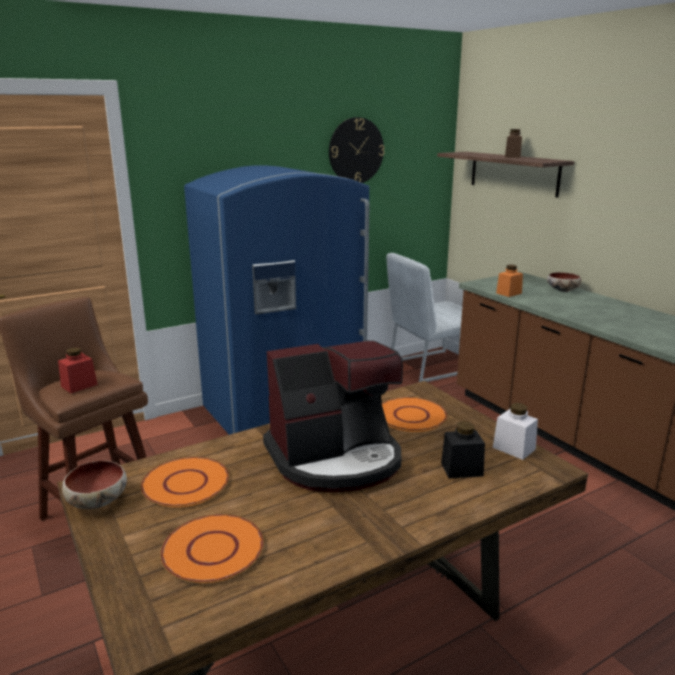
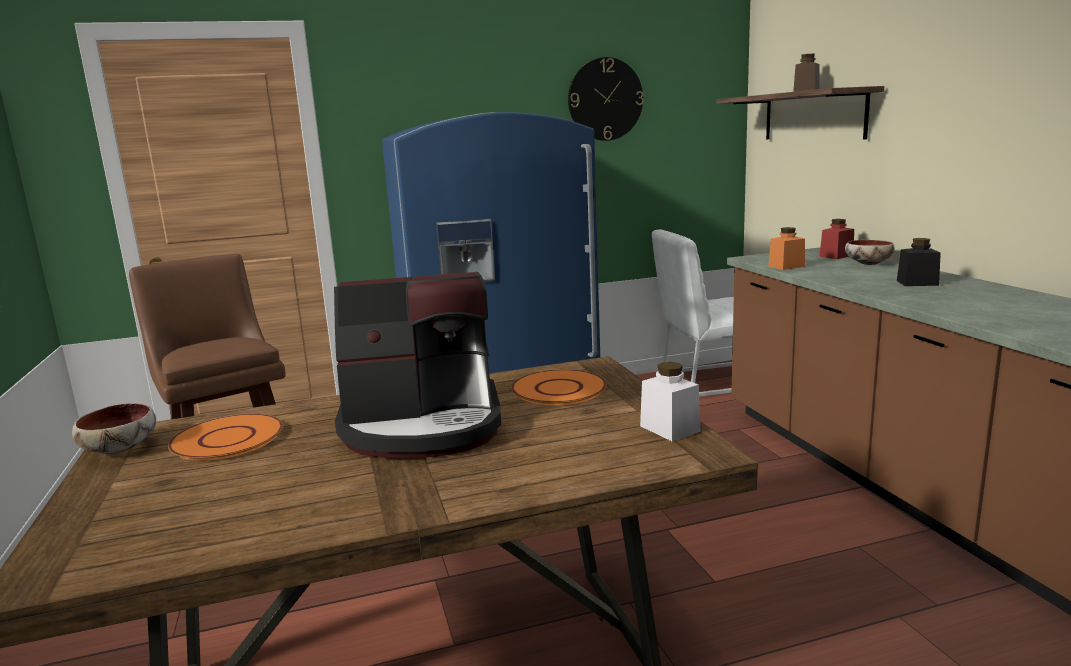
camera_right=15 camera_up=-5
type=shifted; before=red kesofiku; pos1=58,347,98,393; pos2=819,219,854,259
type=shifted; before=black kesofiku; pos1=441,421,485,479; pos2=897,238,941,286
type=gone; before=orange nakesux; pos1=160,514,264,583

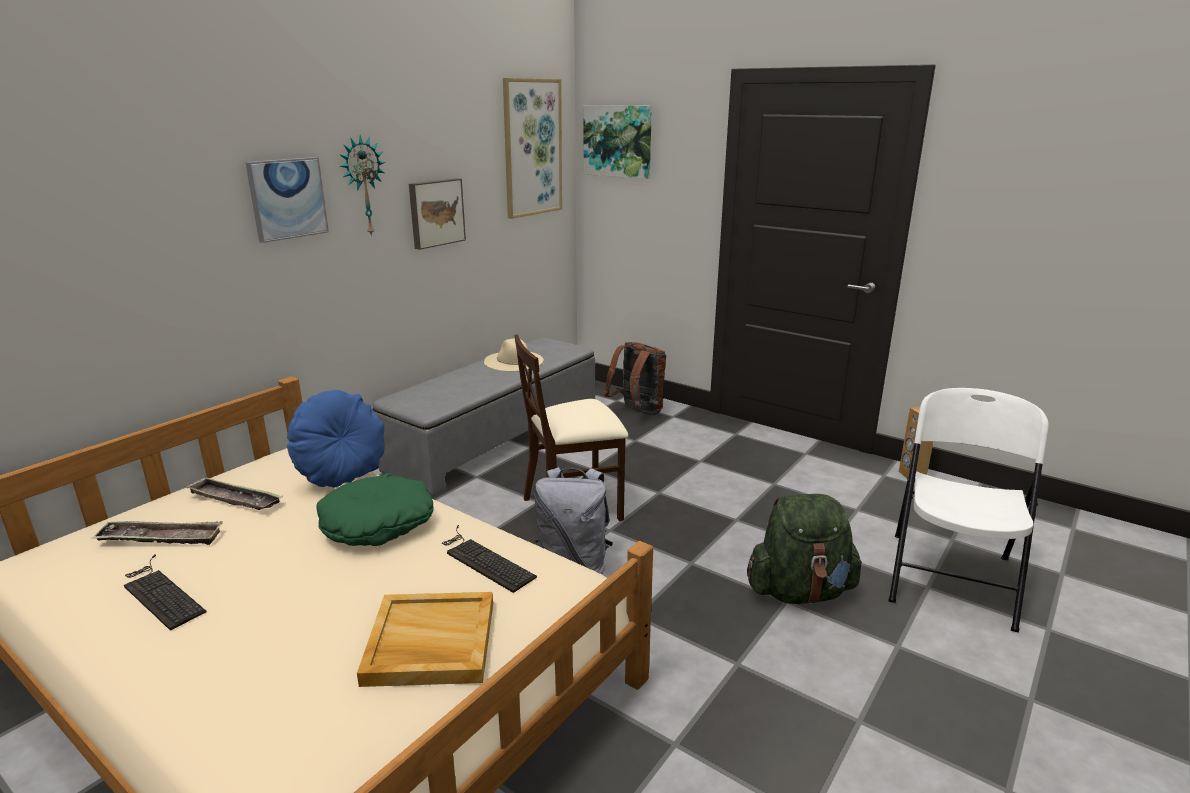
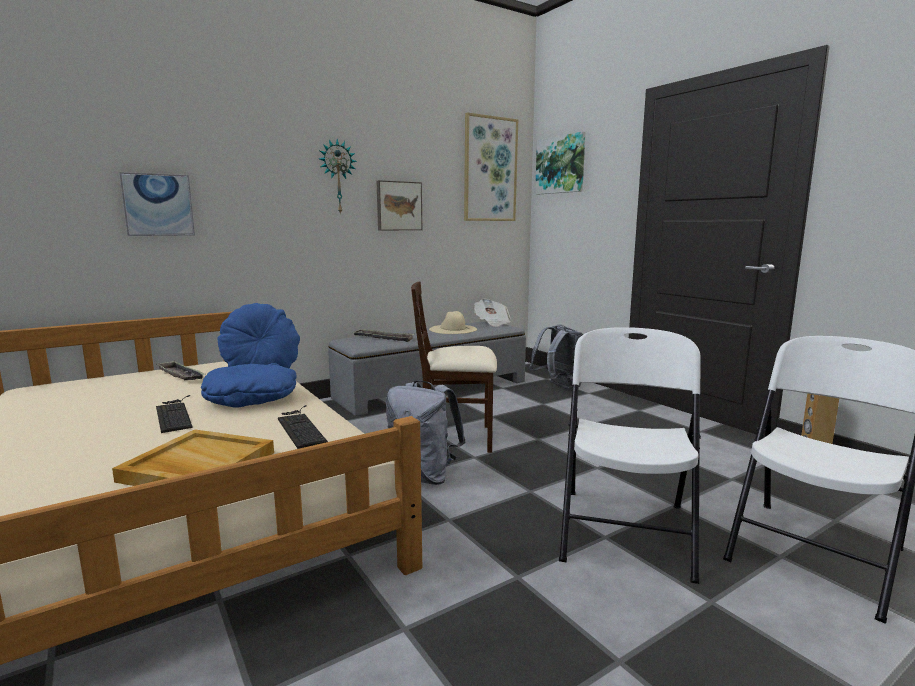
camera_right=20 camera_up=-10
type=shifted; before=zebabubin; pos1=245,157,329,243; pos2=119,172,195,236
type=shifted; before=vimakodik; pos1=124,554,207,631; pos2=156,395,193,433
type=repainted; before=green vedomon; after=blue vedomon; pos1=317,473,434,546; pos2=201,363,297,408
type=shifted; before=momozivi; pos1=91,521,223,545; pos2=353,329,414,342
type=new; after=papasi; pos2=474,299,511,327
type=repainted; before=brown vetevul; after=grey vetevul; pos1=604,342,666,415; pos2=529,324,583,390
type=swapped; before=green vetevul; after=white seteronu; pos1=747,494,862,604; pos2=559,327,701,584

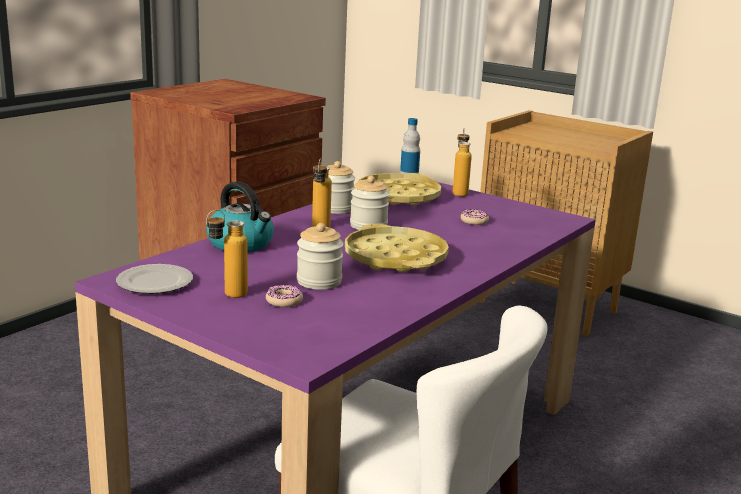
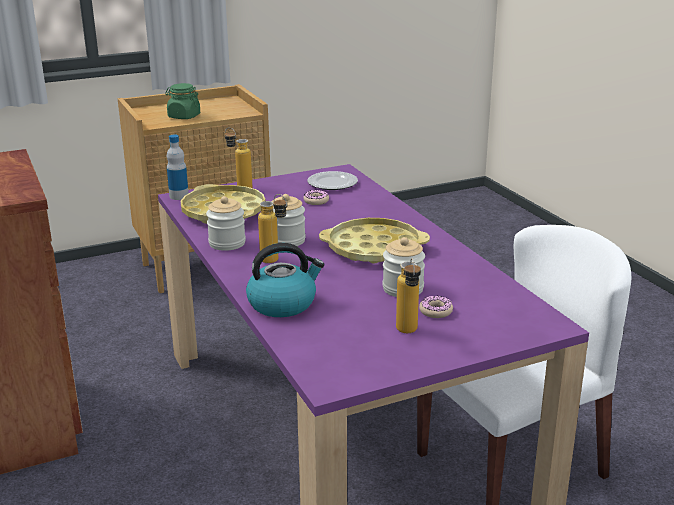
camera_right=-60 camera_up=5
type=new; after=green kesofiku; pos2=165,83,200,119
type=shifted; before=nakesux; pos1=116,264,193,294; pos2=307,171,358,190

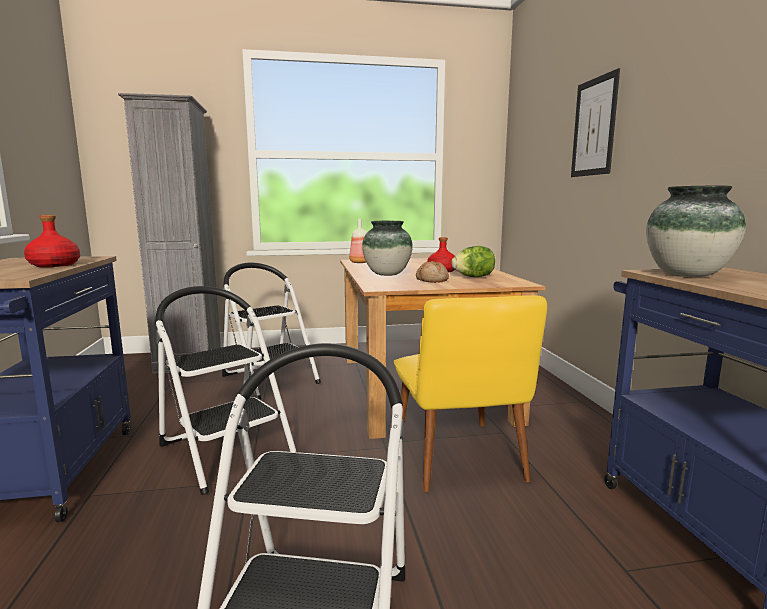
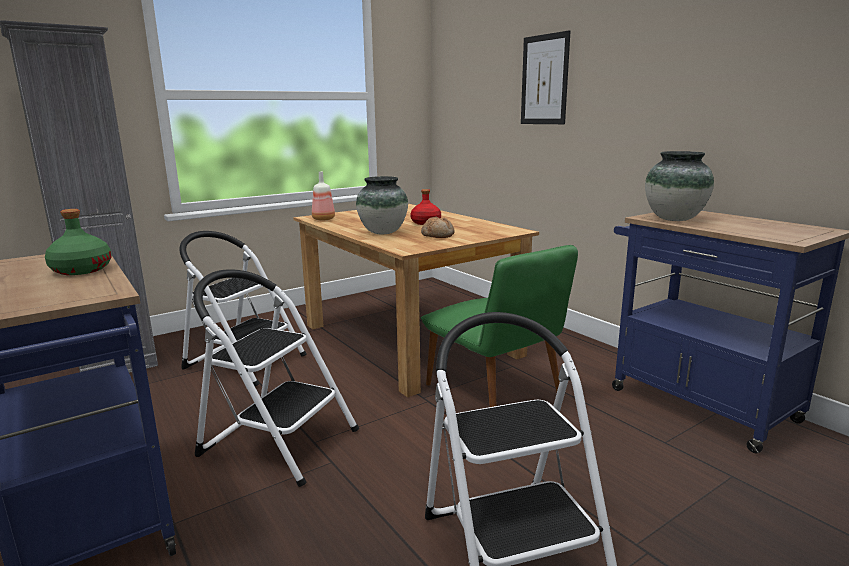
camera_right=-25 camera_up=5
type=repainted; before=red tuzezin; after=green tuzezin; pos1=24,215,80,267; pos2=45,209,112,275
type=repainted; before=yellow seteronu; after=green seteronu; pos1=393,295,547,492; pos2=421,245,578,407
type=gone; before=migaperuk; pos1=451,246,495,277

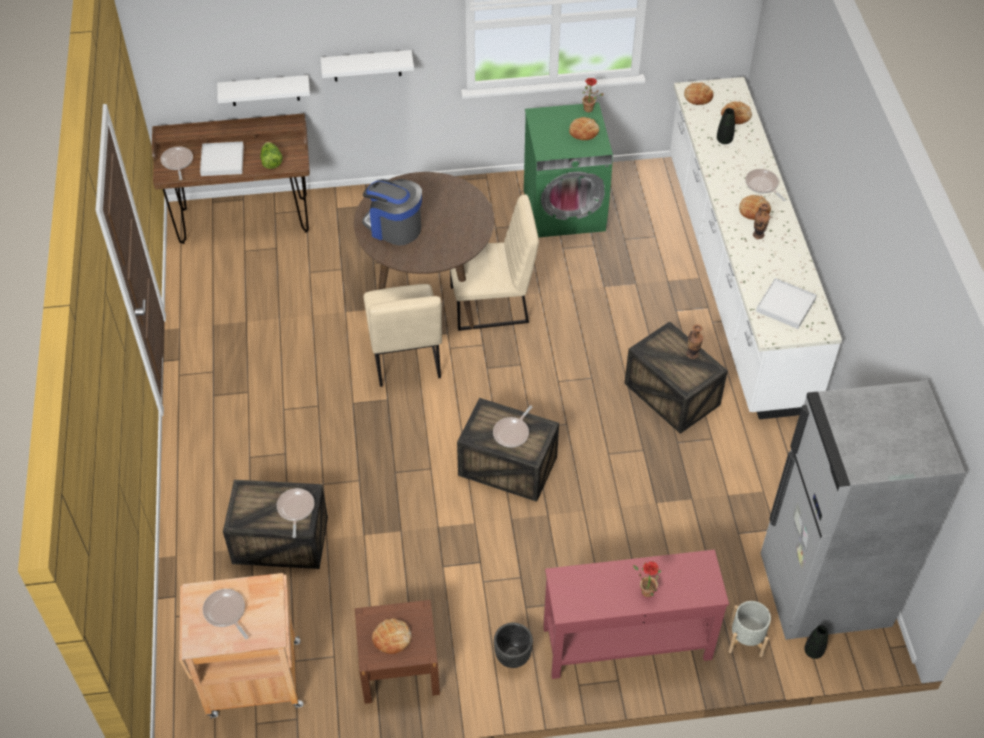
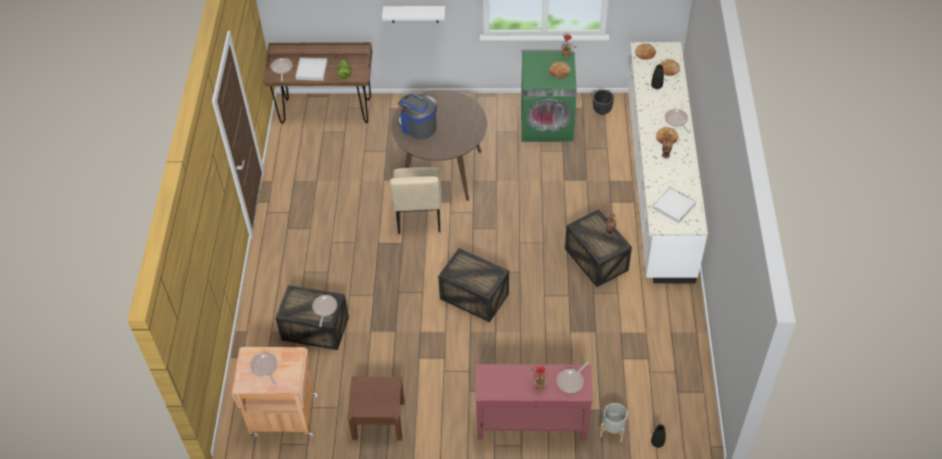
camera_right=10 camera_up=0
type=shifted; before=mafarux; pos1=493,406,532,447; pos2=557,361,589,393
type=shifted; before=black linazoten; pos1=494,623,533,668; pos2=593,90,614,115
type=gone; before=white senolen; pos1=217,75,310,106
type=gone; before=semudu; pos1=372,618,412,654
type=gone; before=beige seteronu; pos1=450,195,539,331
type=gone; before=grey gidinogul; pos1=761,380,966,640

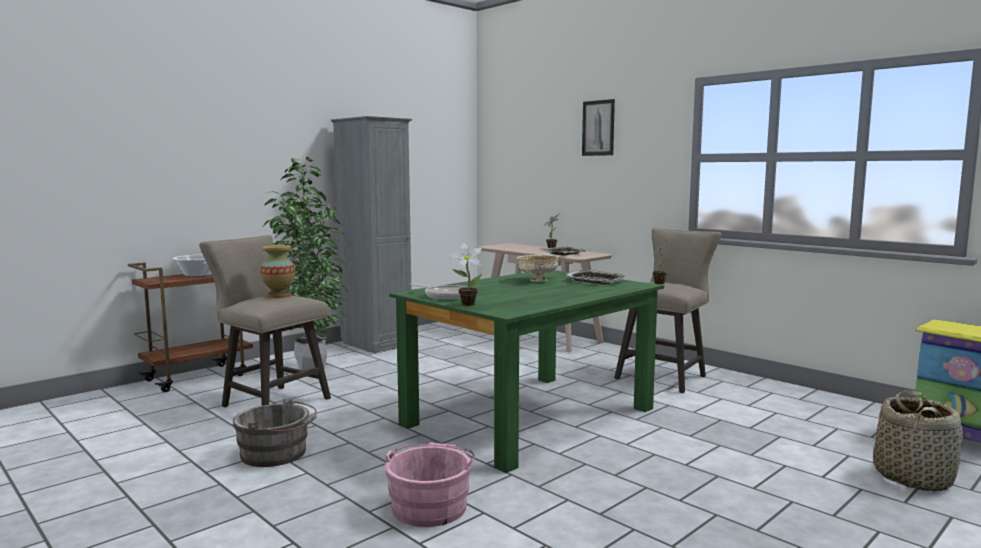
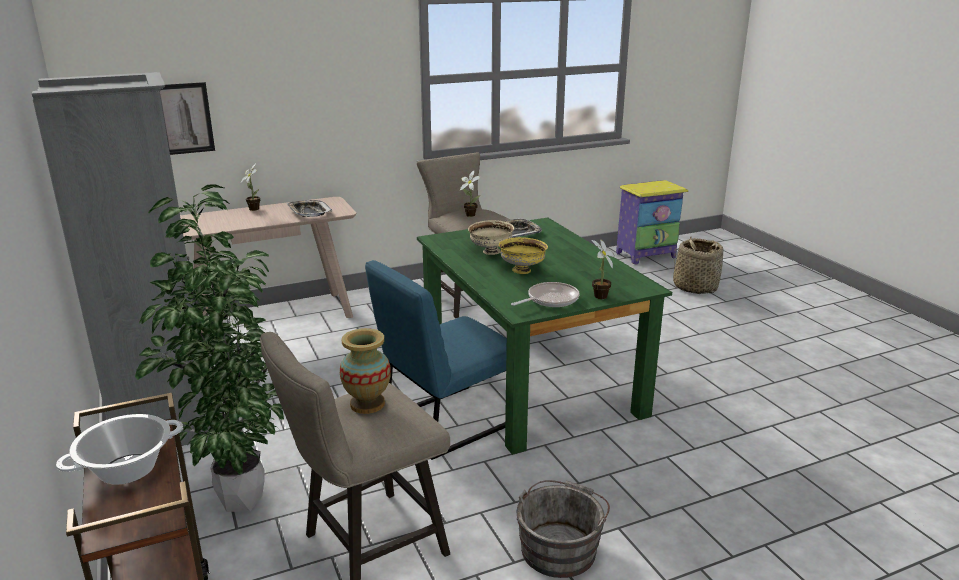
camera_right=-70 camera_up=15
type=shifted; before=zebabubin; pos1=582,99,615,156; pos2=159,82,215,155
type=new; after=blue seteronu; pos2=365,260,507,460
type=new; after=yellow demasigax; pos2=499,237,548,274
type=gone; before=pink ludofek; pos1=385,443,475,527

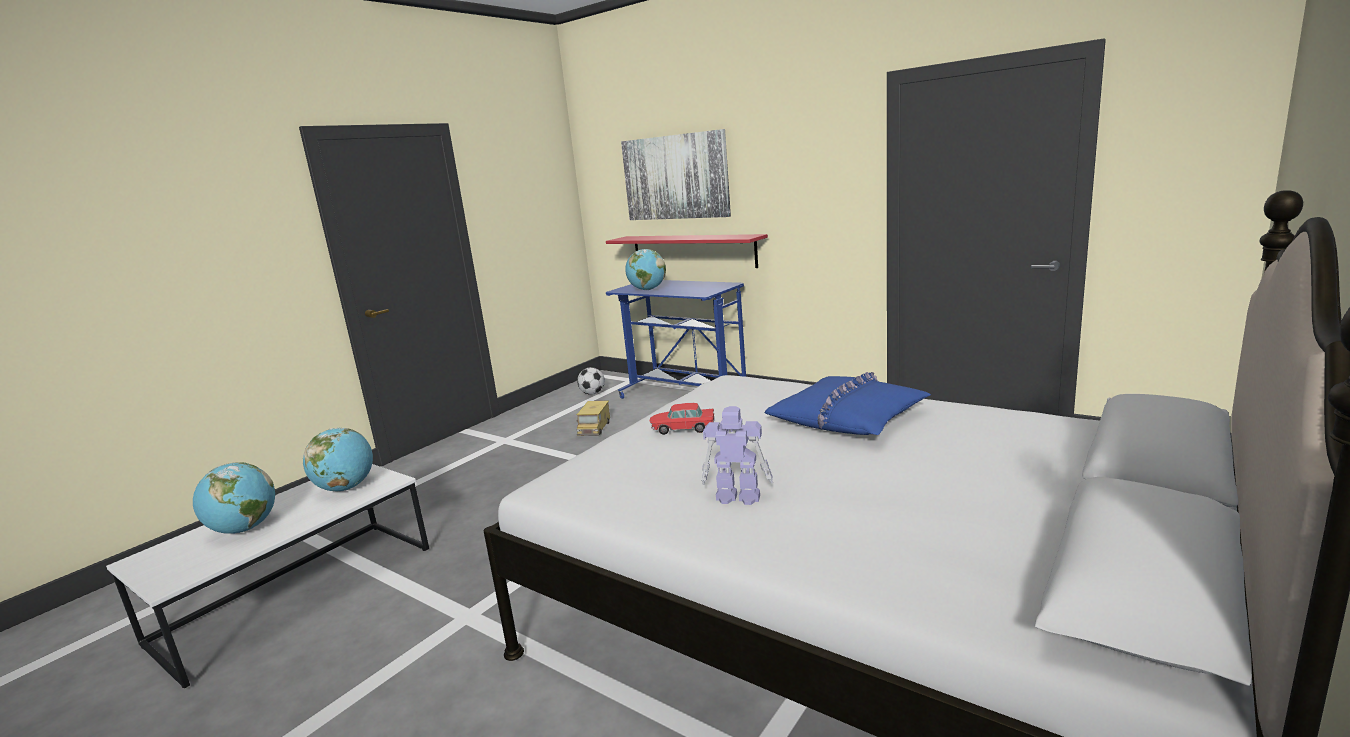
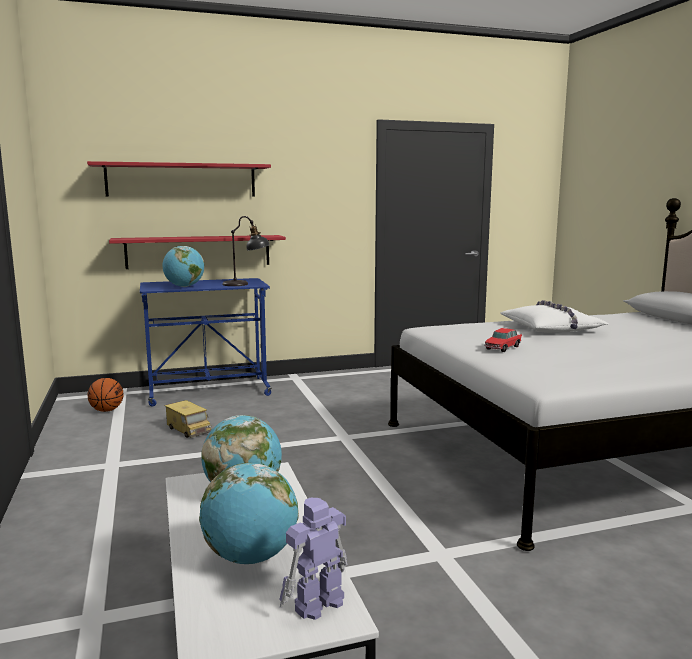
camera_right=-55 camera_up=-5
type=swapped; before=zebabubin; after=red senolen; pos1=621,129,731,220; pos2=87,161,271,197
type=swapped; before=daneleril; after=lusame; pos1=577,367,605,395; pos2=87,378,124,412
type=new; after=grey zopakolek; pos2=222,216,270,286
type=shifted; before=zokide; pos1=701,406,773,505; pos2=279,498,347,620
type=repainted; before=blue vedomon; after=white vedomon; pos1=765,372,931,435; pos2=501,300,608,333

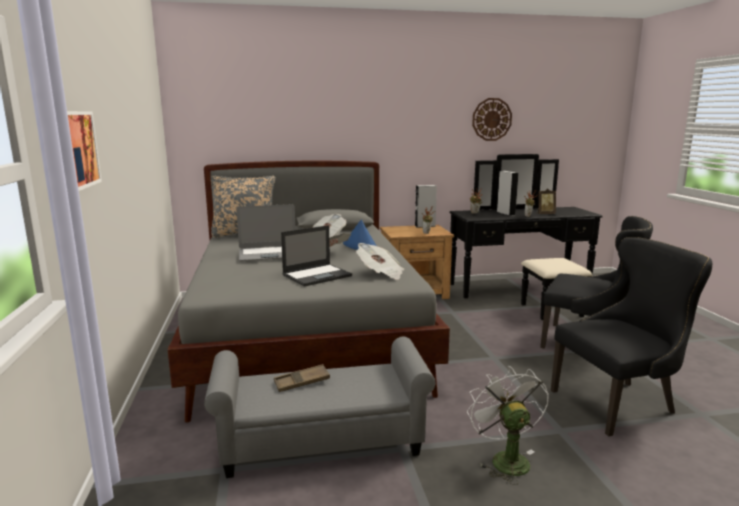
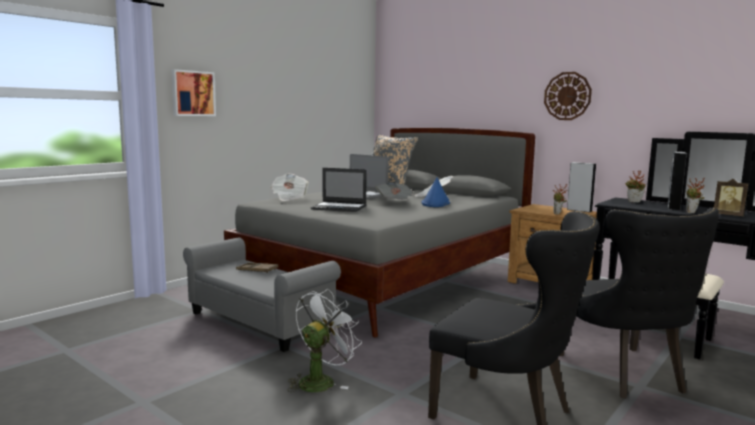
camera_right=50 camera_up=-5
type=shifted; before=papasi; pos1=356,243,404,280; pos2=271,174,309,201
type=shifted; before=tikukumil; pos1=472,98,512,141; pos2=544,72,592,120

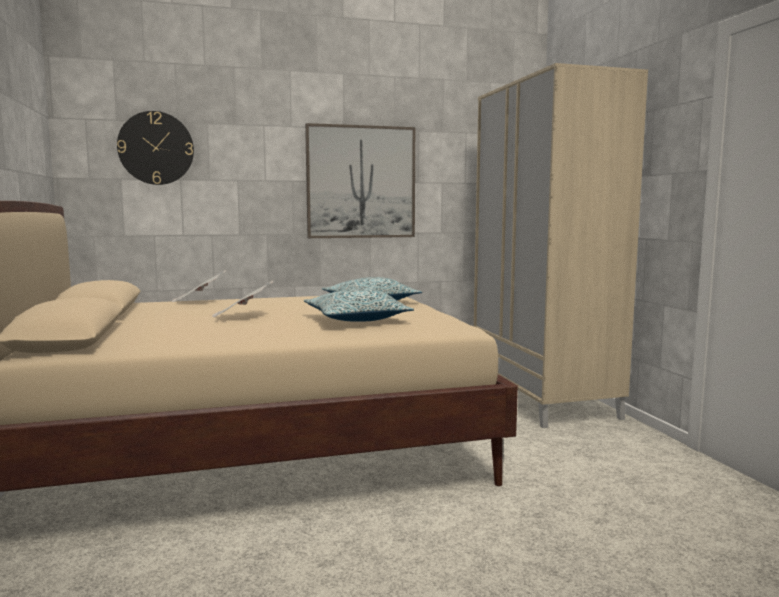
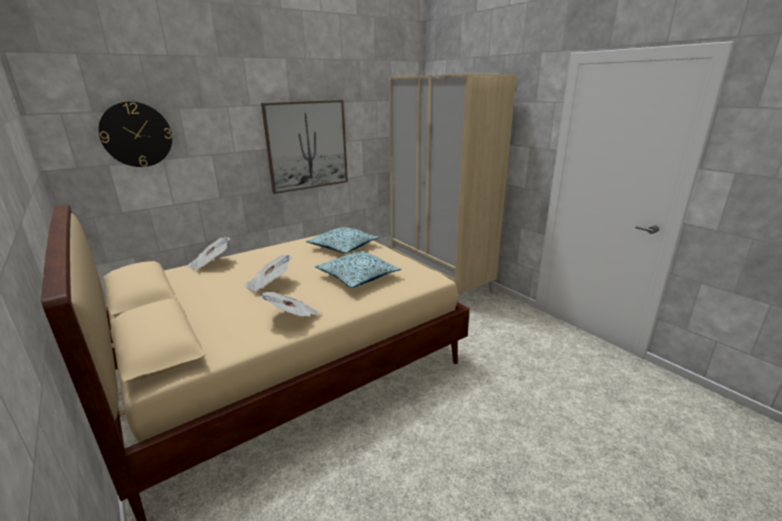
camera_right=-20 camera_up=15
type=new; after=papasi; pos2=259,292,322,317

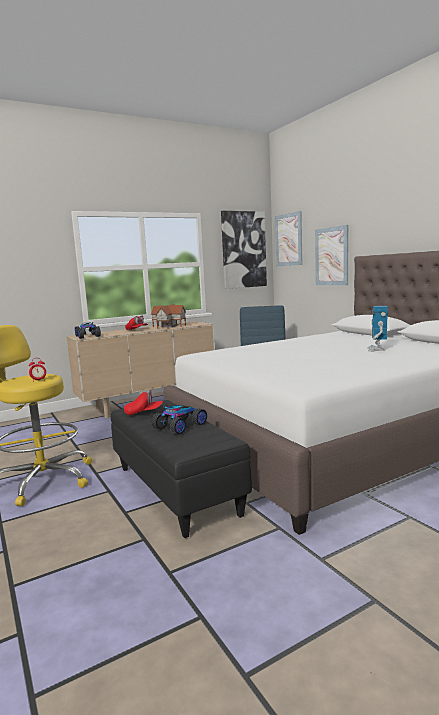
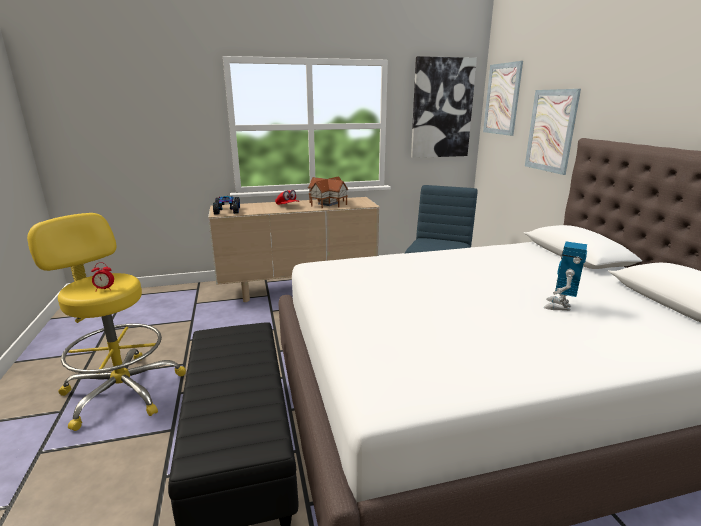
camera_right=15 camera_up=10
type=gone; before=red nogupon; pos1=124,390,163,416
type=gone; before=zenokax; pos1=151,405,207,435

